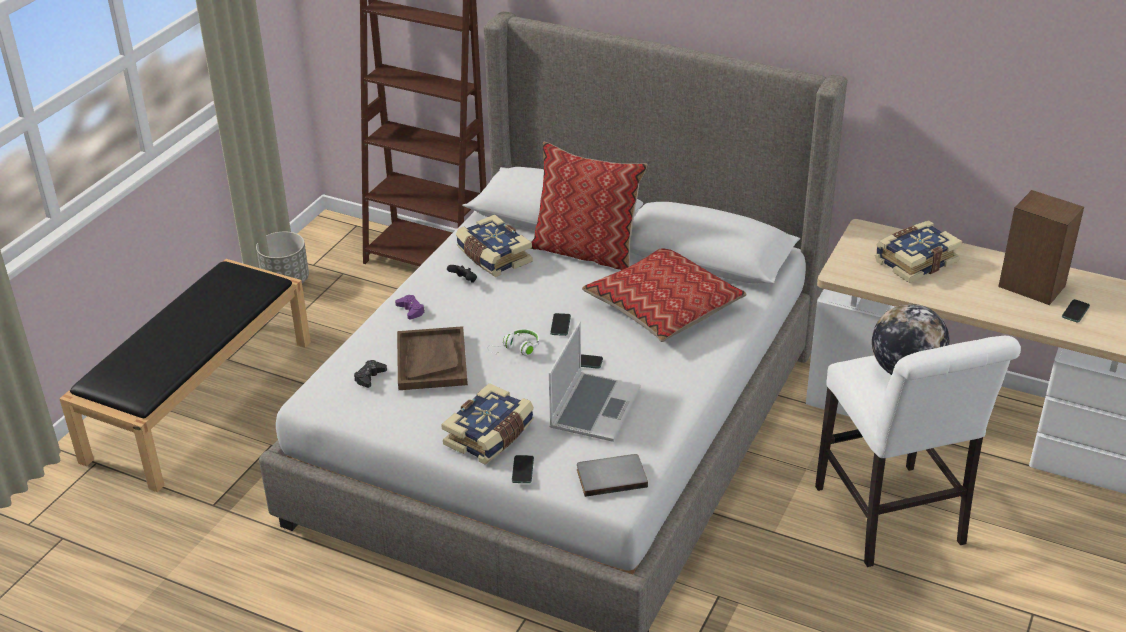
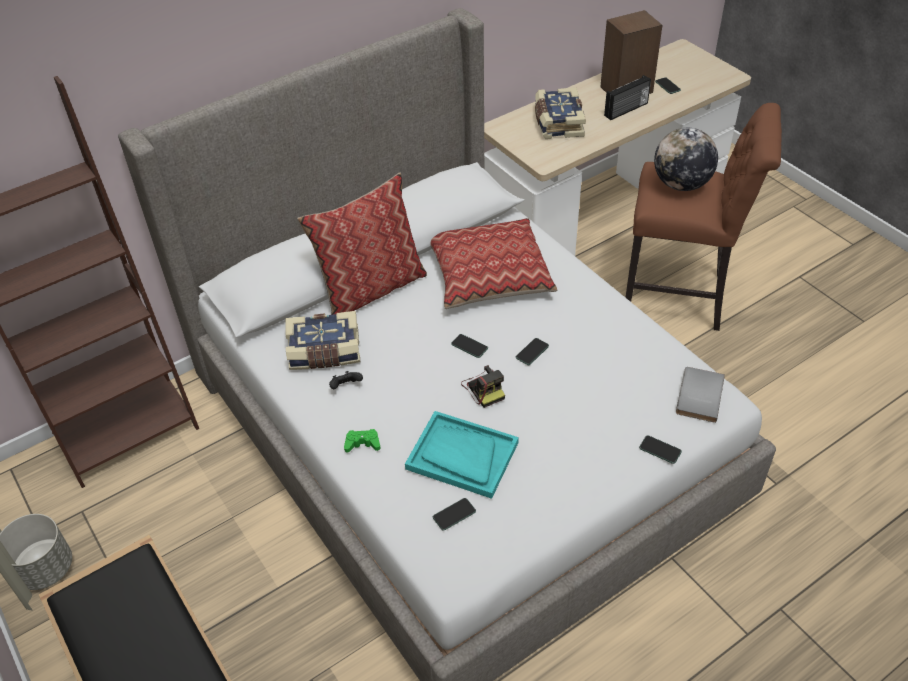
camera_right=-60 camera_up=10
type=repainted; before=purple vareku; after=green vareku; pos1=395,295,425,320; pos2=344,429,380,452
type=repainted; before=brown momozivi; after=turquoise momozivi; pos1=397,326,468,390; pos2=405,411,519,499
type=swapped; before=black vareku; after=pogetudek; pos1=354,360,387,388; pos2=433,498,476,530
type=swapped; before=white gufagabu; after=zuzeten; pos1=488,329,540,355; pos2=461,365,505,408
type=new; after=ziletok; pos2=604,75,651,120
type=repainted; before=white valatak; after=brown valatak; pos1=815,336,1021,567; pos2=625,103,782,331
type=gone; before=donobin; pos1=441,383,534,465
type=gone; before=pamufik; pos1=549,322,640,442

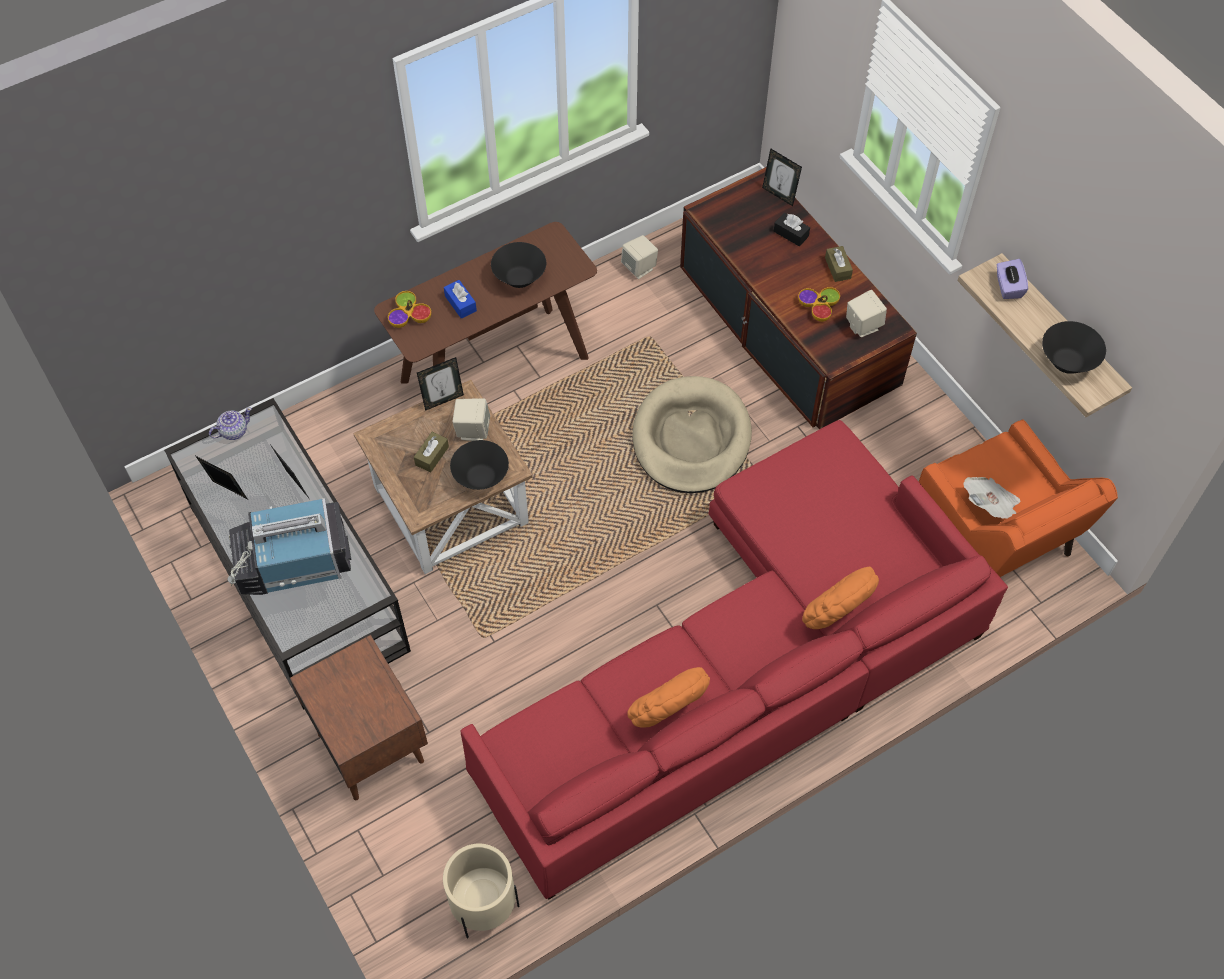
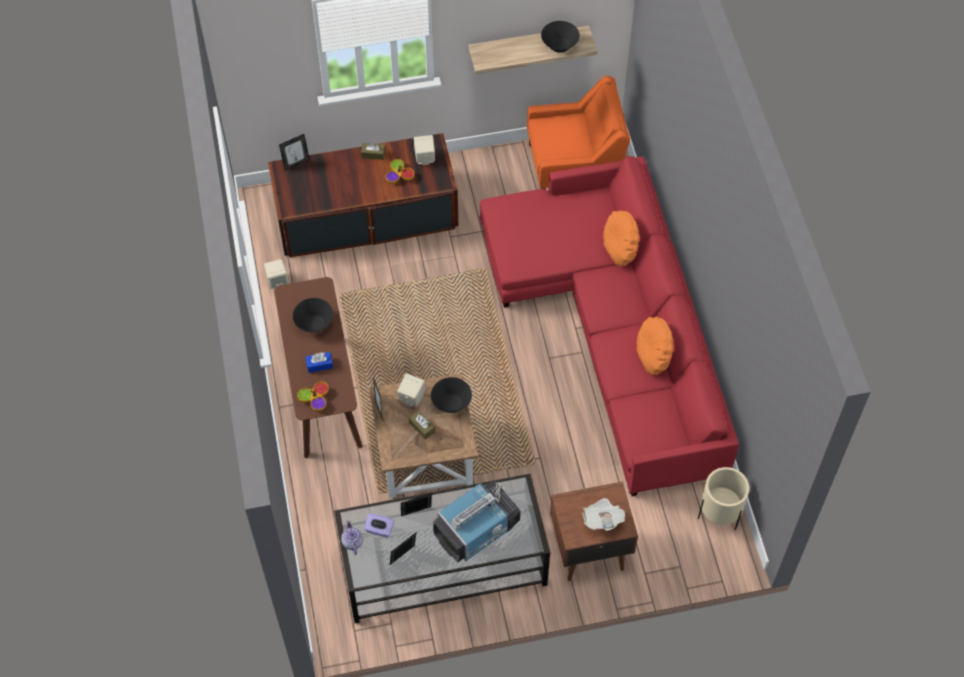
camera_right=-70 camera_up=0
type=shifted; before=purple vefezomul; pos1=997,259,1028,299; pos2=364,513,394,538
type=rotated; before=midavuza; pos1=228,498,351,595; pos2=433,481,520,562; turn=-135
type=shifted; before=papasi; pos1=963,477,1021,519; pos2=583,498,625,531
type=gone; before=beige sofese; pos1=632,376,752,493
type=gone; before=black vefezomul; pos1=774,213,810,246

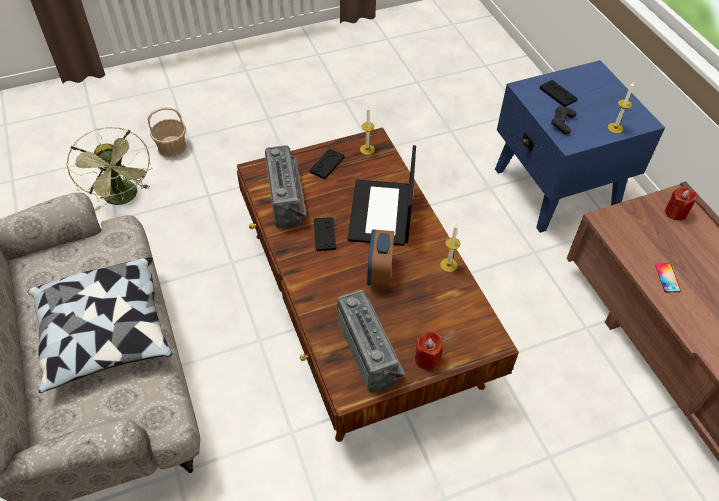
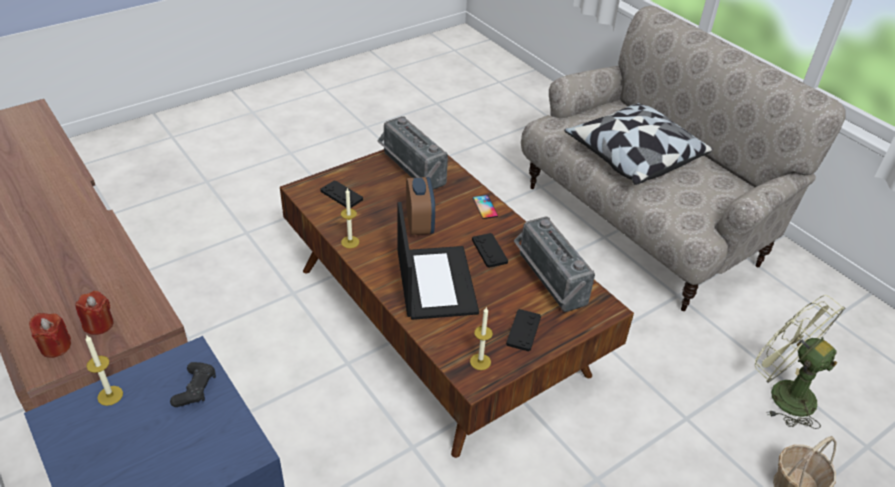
camera_right=165 camera_up=-10
type=shifted; before=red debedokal; pos1=415,331,443,371; pos2=75,291,114,335
type=shifted; before=black vareku; pos1=540,80,577,107; pos2=320,180,363,208
type=shifted; before=pogetudek; pos1=655,264,681,292; pos2=473,195,498,219

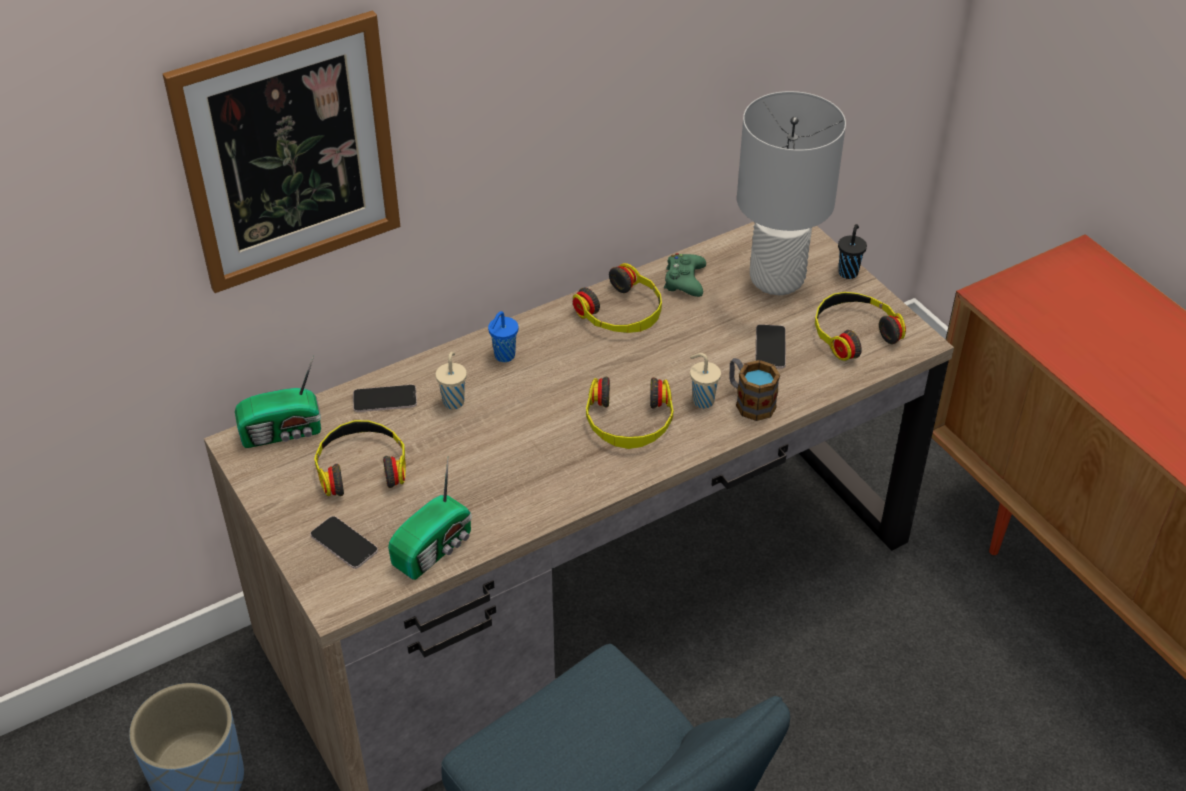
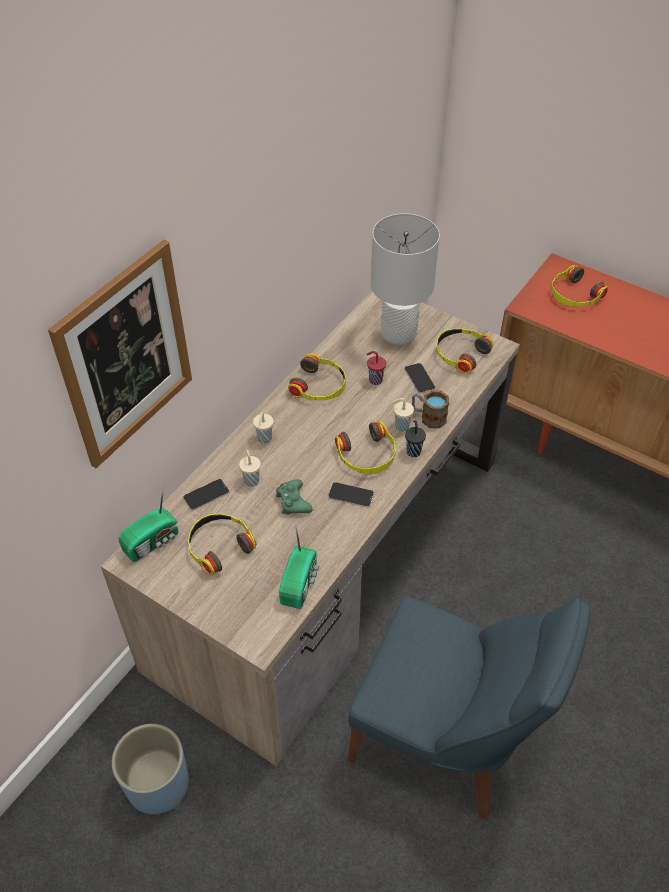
camera_right=-25 camera_up=5
type=repainted; before=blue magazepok; after=beige magazepok; pos1=488,311,518,362; pos2=253,412,274,444
type=shifted; before=green vareku; pos1=664,253,706,297; pos2=276,479,313,515
type=shifted; before=pogetudek; pos1=310,516,378,569; pos2=328,482,374,508
type=new; after=red magazepok; pos2=367,351,386,385
type=shifted; before=black magazepok; pos1=838,224,867,279; pos2=405,420,426,457
type=new; after=gufagabu; pos2=551,265,608,306

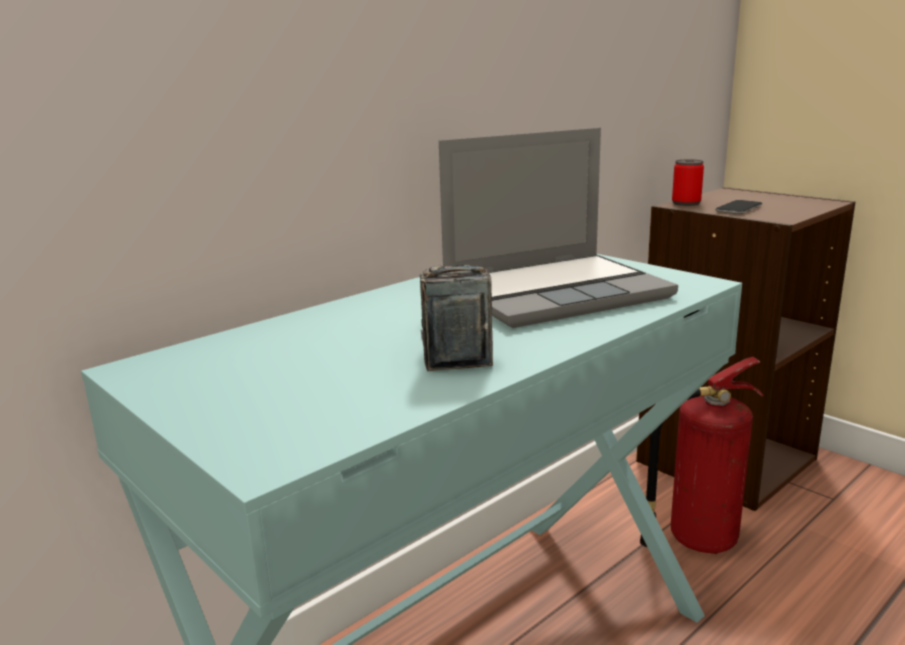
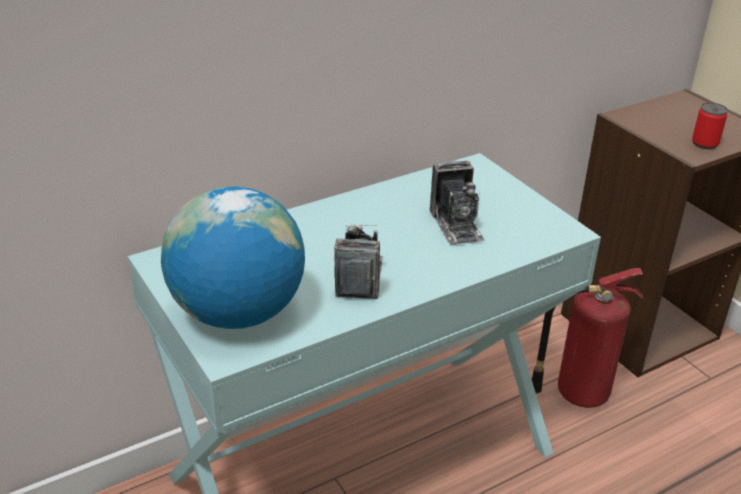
camera_right=10 camera_up=15
type=new; after=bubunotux; pos2=161,186,305,329
type=swapped; before=pamufik; after=zuzeten; pos1=439,128,678,328; pos2=430,161,485,245
type=shifted; before=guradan; pos1=672,159,704,206; pos2=692,102,728,149
type=gone; before=pogetudek; pos1=716,200,762,214

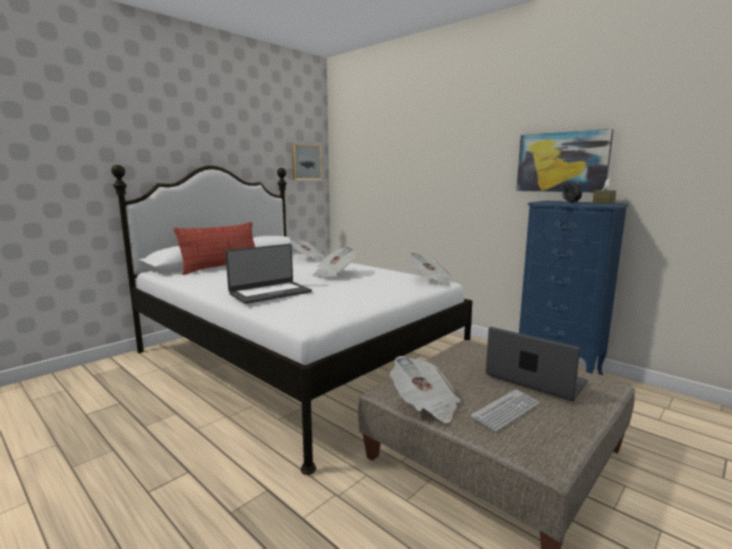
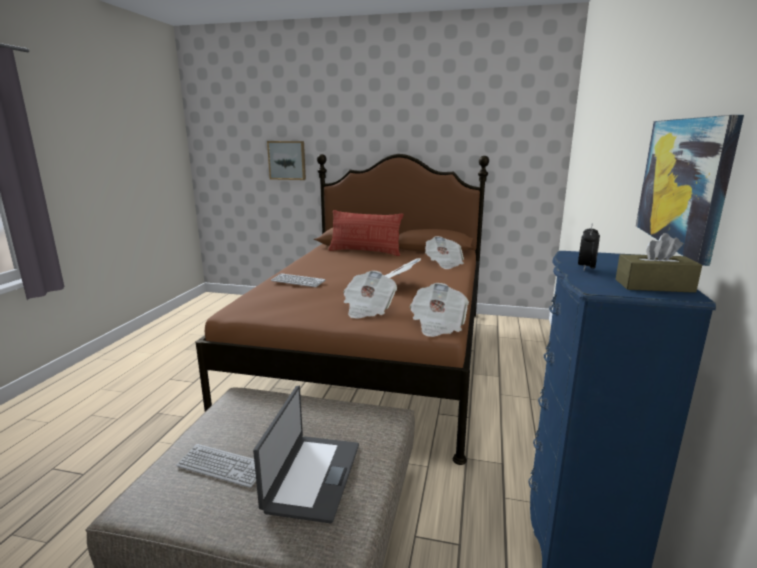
camera_right=60 camera_up=5
type=repainted; before=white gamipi; after=brown gamipi; pos1=111,165,472,475; pos2=196,154,489,465
type=shifted; before=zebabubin; pos1=291,144,322,180; pos2=267,141,306,180
type=swapped; before=pamufik; after=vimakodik; pos1=225,244,312,304; pos2=271,273,325,287
type=shifted; before=papasi; pos1=390,356,460,423; pos2=343,271,397,318

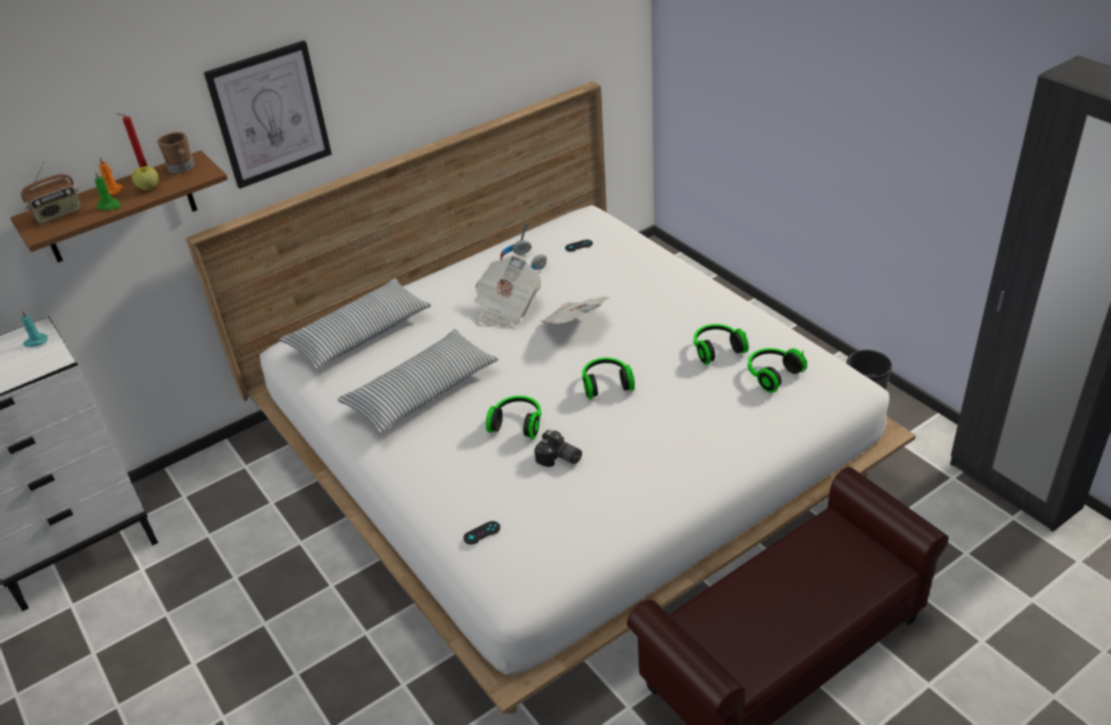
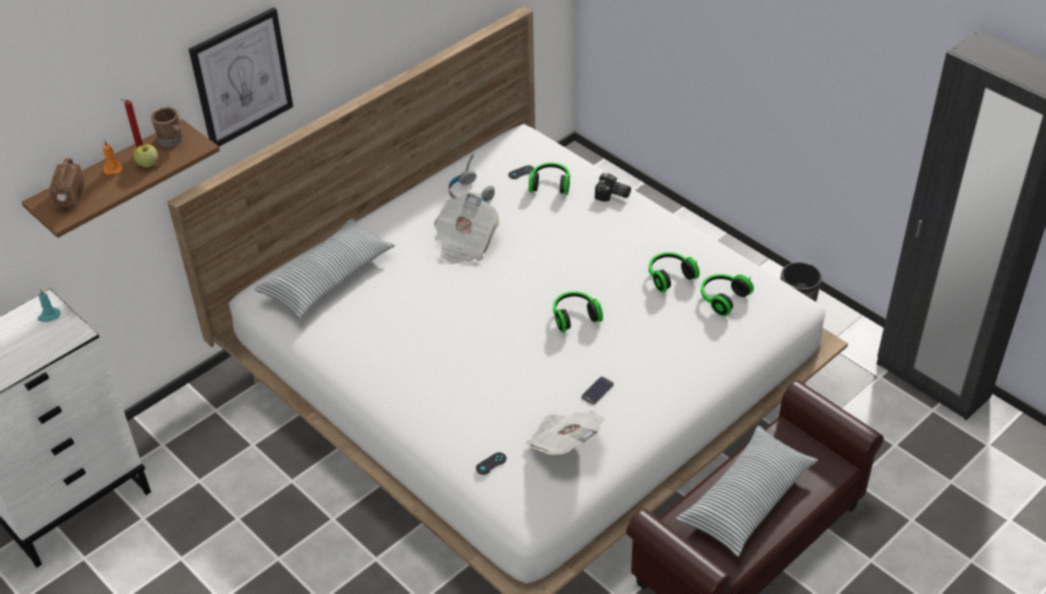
camera_right=-10 camera_up=5
type=rotated; before=ziletok; pos1=21,161,81,223; pos2=48,158,85,208; turn=135
type=shifted; before=papasi; pos1=540,296,611,324; pos2=526,411,605,455
type=shifted; before=gufagabu; pos1=486,396,541,439; pos2=529,163,570,195
type=new; after=pogetudek; pos2=581,377,614,404
type=shifted; before=zuzeten; pos1=534,430,582,467; pos2=595,173,631,202
type=shifted; before=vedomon; pos1=337,329,499,434; pos2=676,426,818,557
type=gone; before=green debedokal; pos1=94,171,121,210

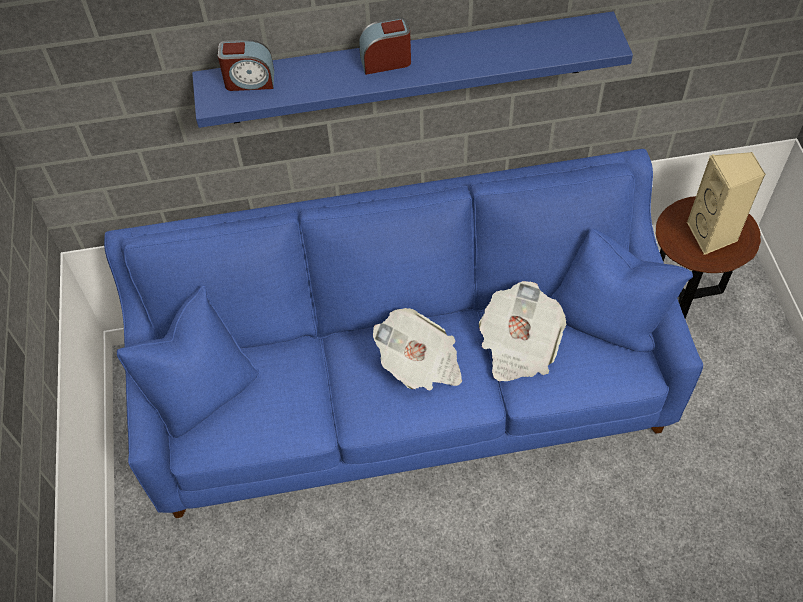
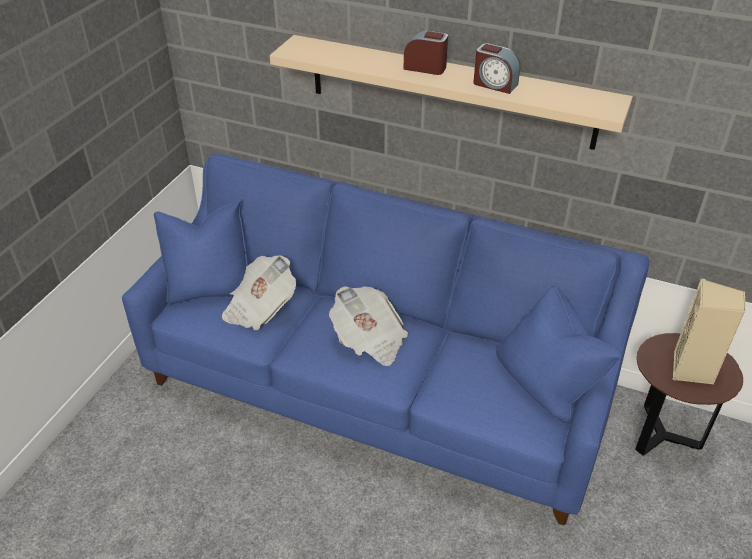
camera_right=30 camera_up=-15
type=shifted; before=papasi; pos1=479,281,566,381; pos2=222,255,296,330
type=repainted; before=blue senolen; after=beige senolen; pos1=192,11,633,128; pos2=270,35,633,150
type=shifted; before=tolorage; pos1=218,40,274,91; pos2=473,43,520,94

